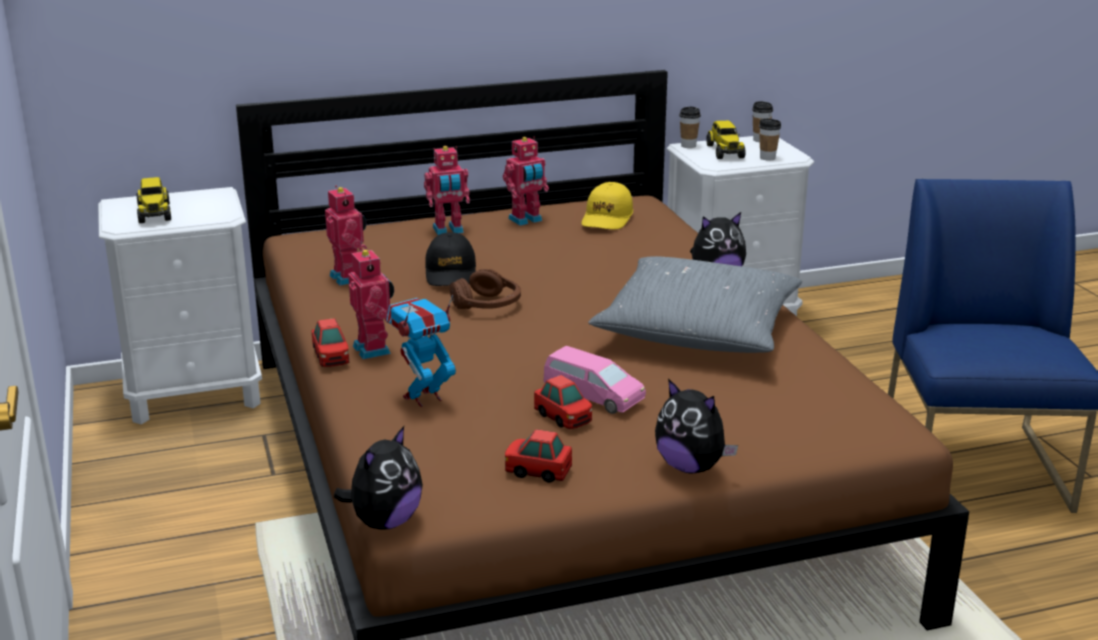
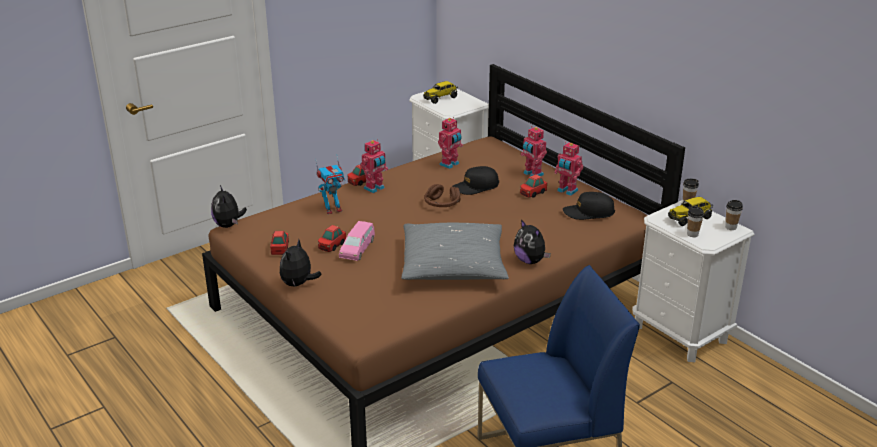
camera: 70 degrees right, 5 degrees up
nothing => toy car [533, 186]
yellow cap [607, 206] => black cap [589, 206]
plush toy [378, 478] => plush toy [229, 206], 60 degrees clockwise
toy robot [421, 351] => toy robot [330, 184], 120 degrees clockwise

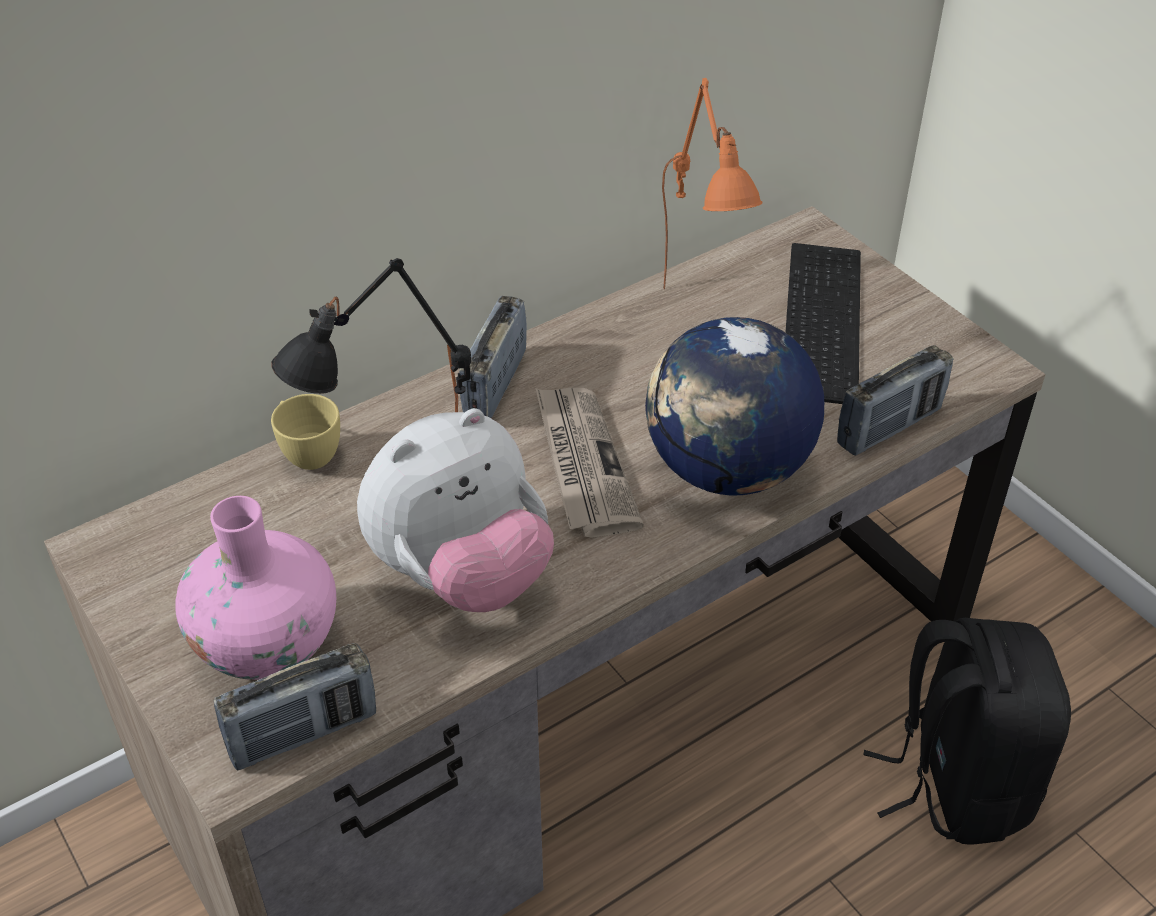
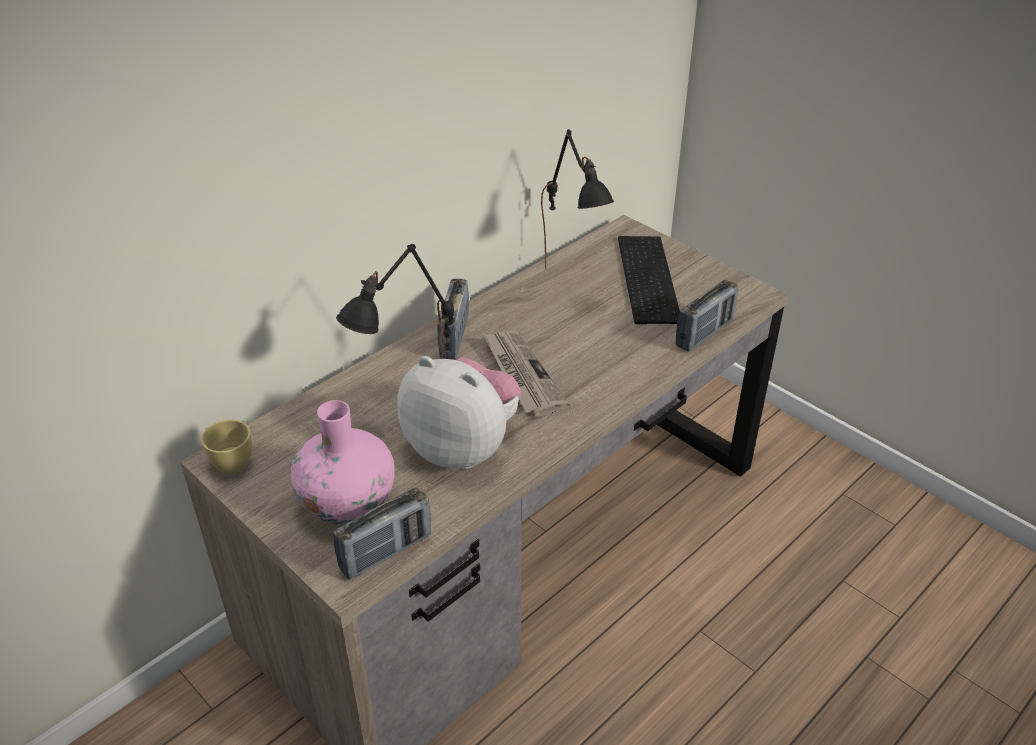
camera: 10 degrees left, 5 degrees down
globe [734, 406] => nothing
black backpack [967, 731] => nothing
yellow cup [305, 432] => yellow cup [226, 447], moved
orange table lamp [712, 183] => black table lamp [577, 199]
plush toy [455, 510] => plush toy [459, 412], 105 degrees counterclockwise

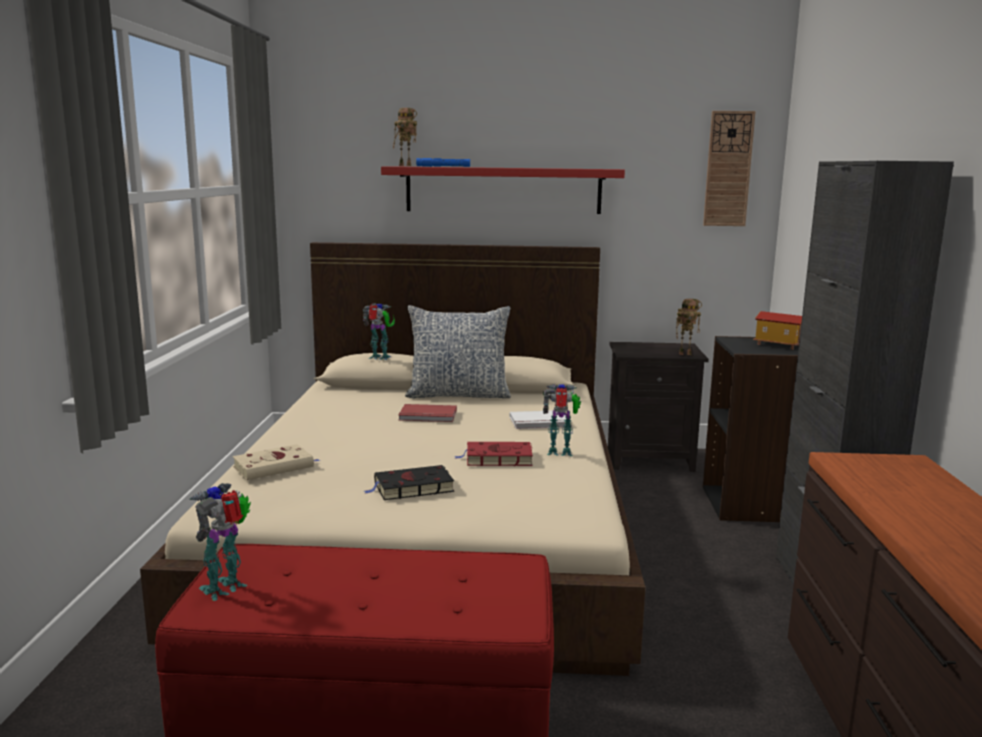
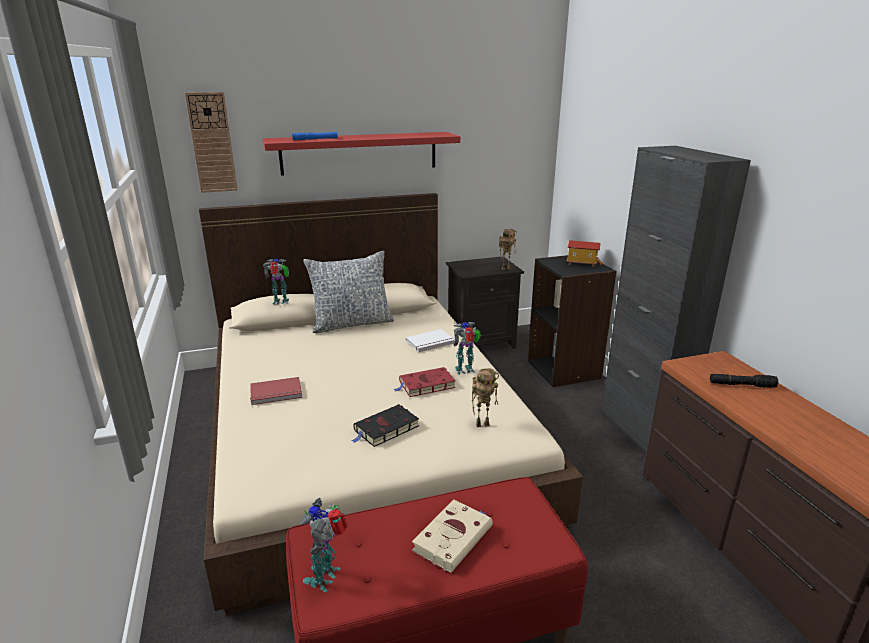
camera: 20 degrees left, 10 degrees up
nothing => black flashlight [744, 381]
beige book [277, 462] => beige book [452, 536], moved
toy robot [405, 137] => toy robot [485, 397], moved
red book [428, 413] => red book [276, 391], moved
wall clock [729, 168] => wall clock [211, 142], moved

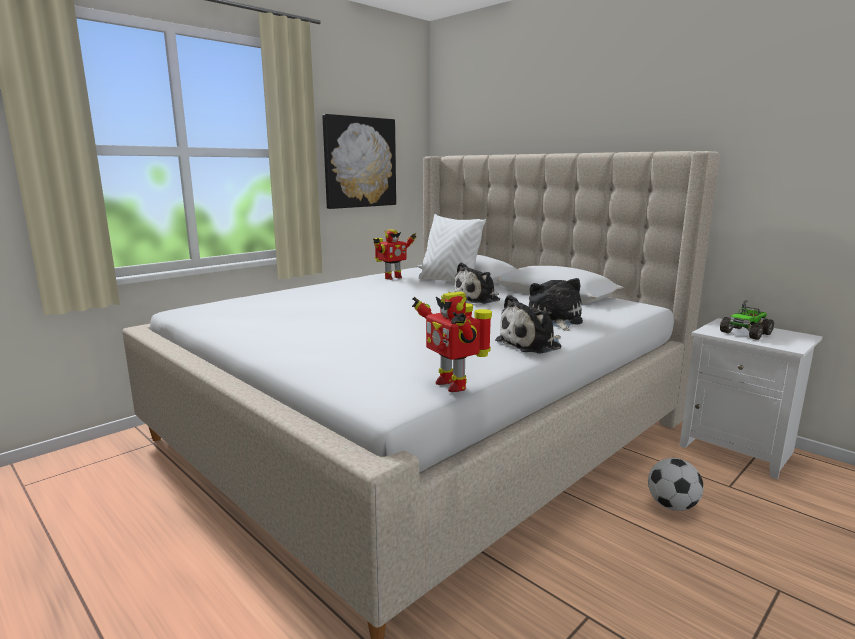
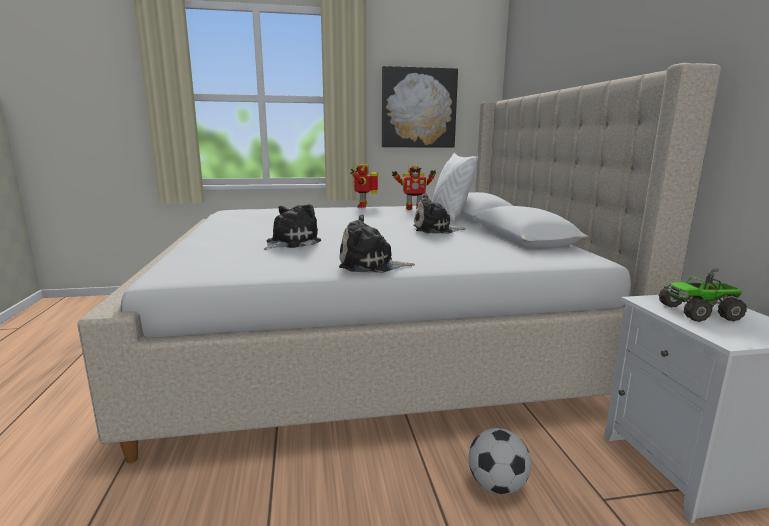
camera: 35 degrees right, 0 degrees up
toy robot [452, 342] => toy robot [364, 186], moved
plush toy [556, 304] => plush toy [292, 227], moved

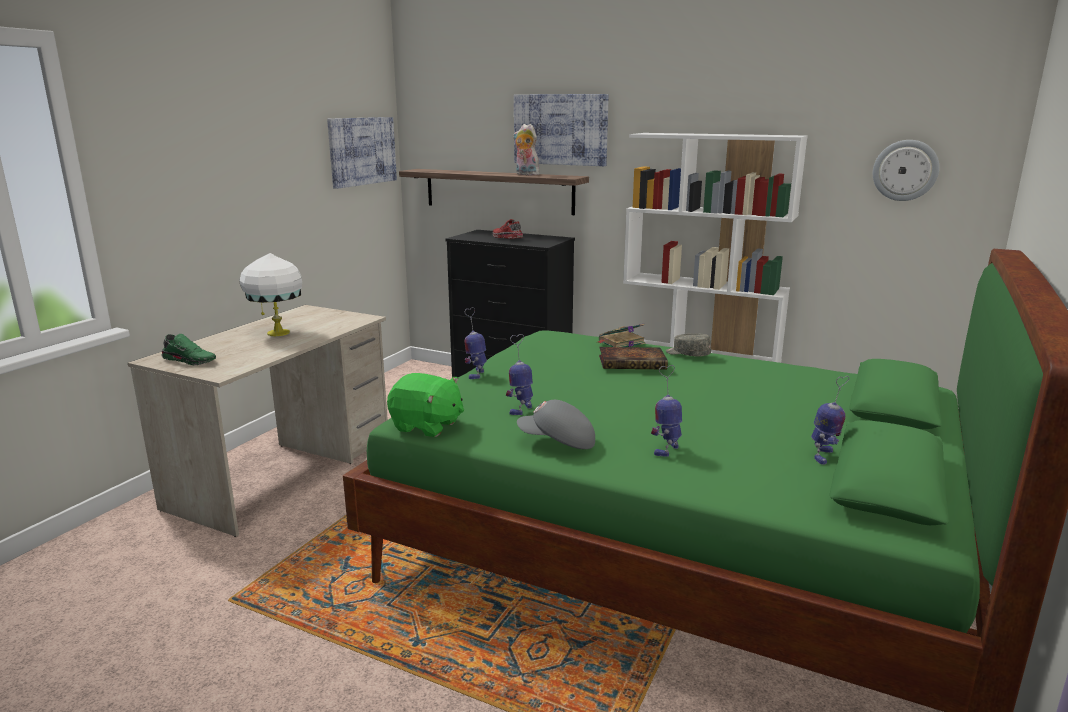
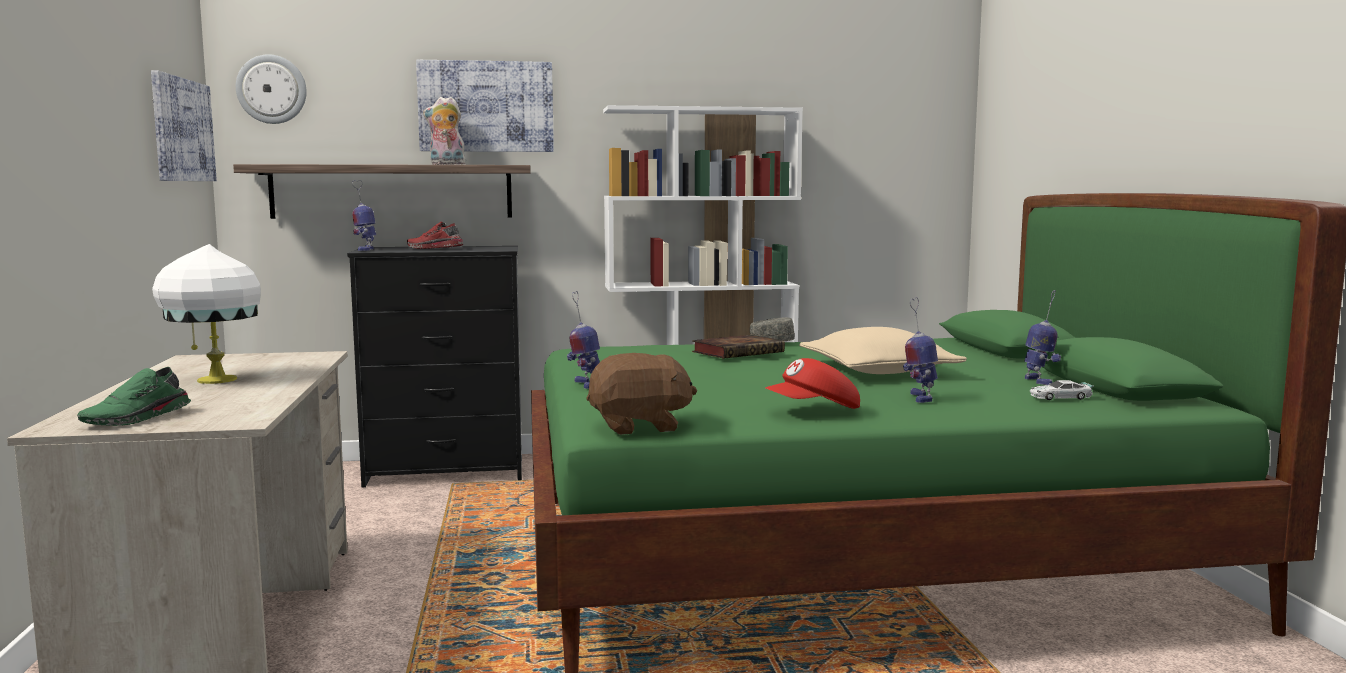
camera: 35 degrees left, 10 degrees down
book [622, 335] => nothing
nothing => beige pillow [883, 350]
nothing => toy car [1062, 390]
toy robot [519, 374] => toy robot [364, 215], moved
wall clock [906, 170] => wall clock [271, 89], moved
green plush toy [425, 405] => brown plush toy [642, 394]
grey cap [556, 424] => red cap [812, 383]
green shoe [188, 349] => green shoe [134, 396], 135 degrees clockwise

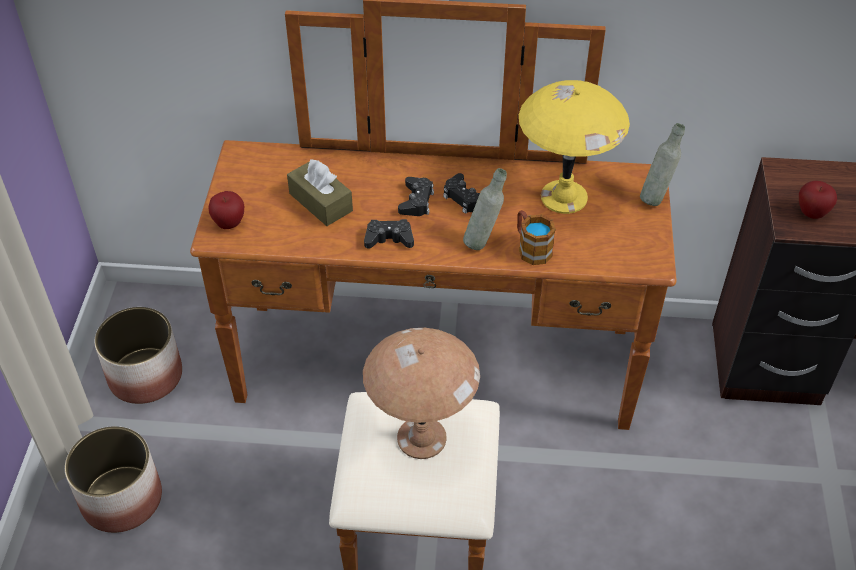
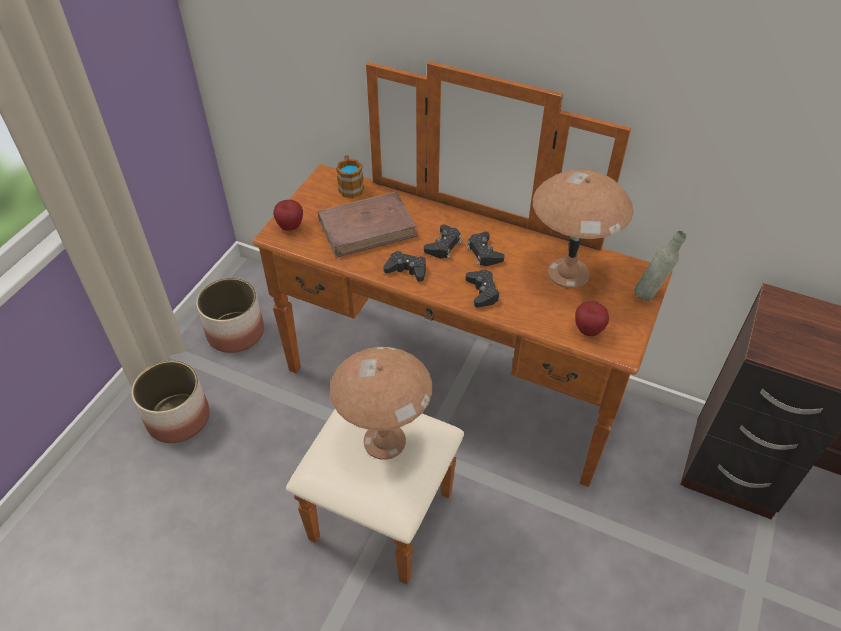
camera: 20 degrees right, 0 degrees up
mug [536, 237] => mug [350, 176], moved
apple [818, 200] => apple [592, 318], moved
brown tissue box [320, 192] => brown book [368, 225]
grey bottle [485, 209] => black game controller [482, 288]
yellow table lamp [574, 147] => brown table lamp [583, 228]

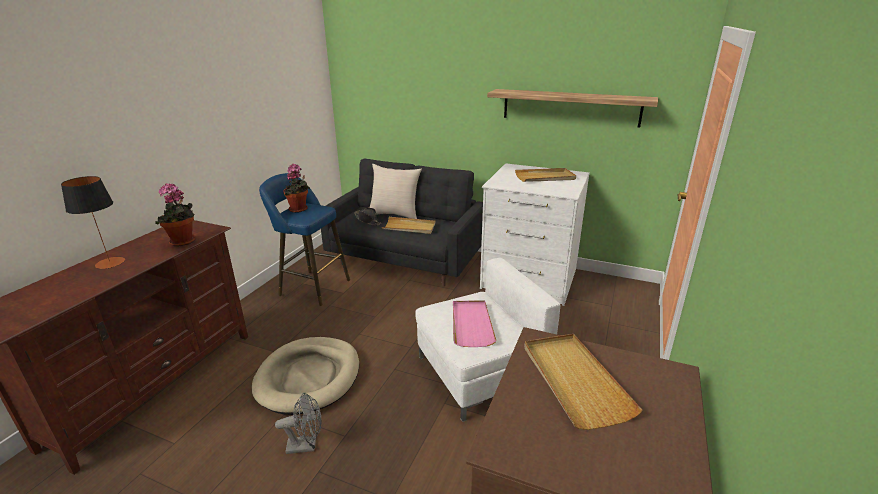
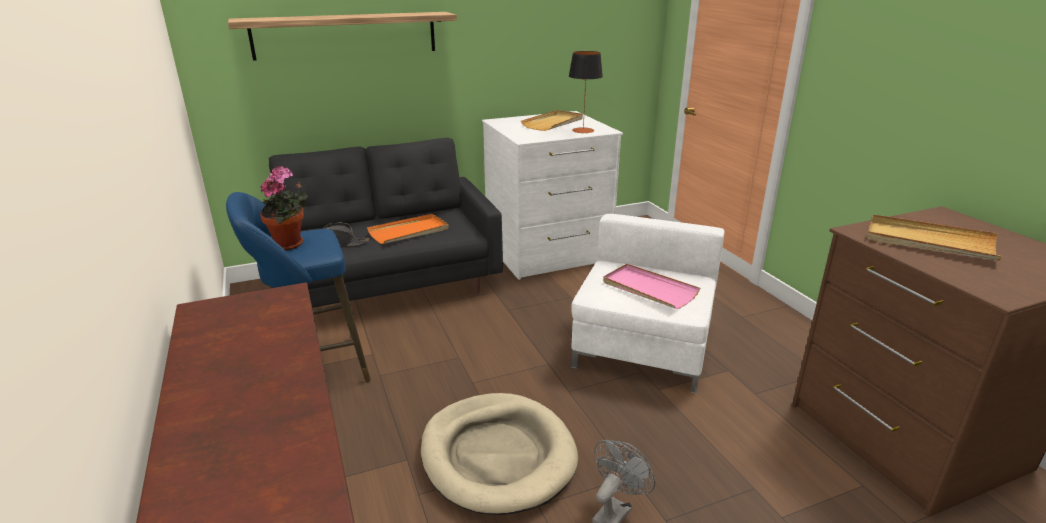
camera: 45 degrees left, 0 degrees up
potted plant [175, 214] => nothing
beige pillow [395, 191] => nothing
table lamp [93, 222] => table lamp [586, 92], moved
shelf [572, 108] => shelf [342, 36], moved
beige tray [408, 225] => orange tray [408, 229]

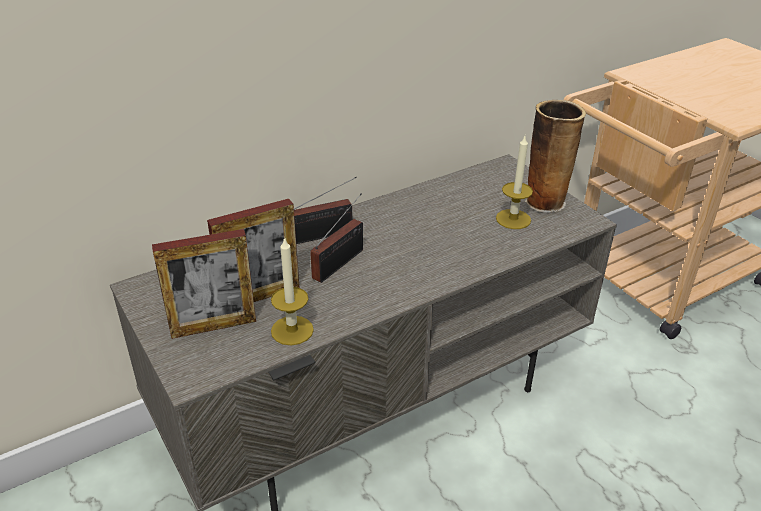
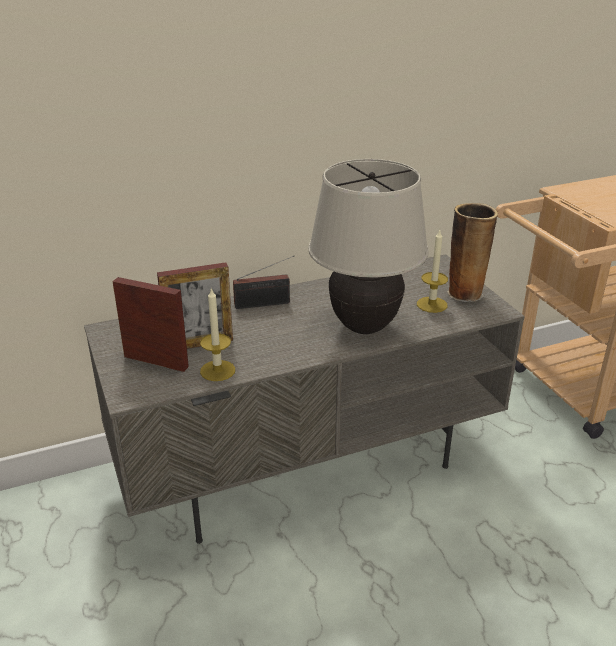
camera: 10 degrees right, 5 degrees down
radio [336, 238] => nothing
nothing => beige table lamp [369, 246]
picture frame [204, 284] => picture frame [150, 324], 150 degrees counterclockwise

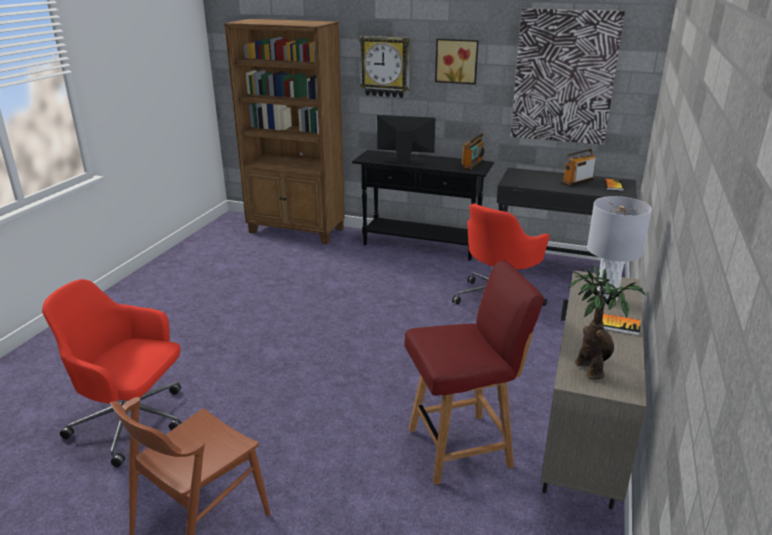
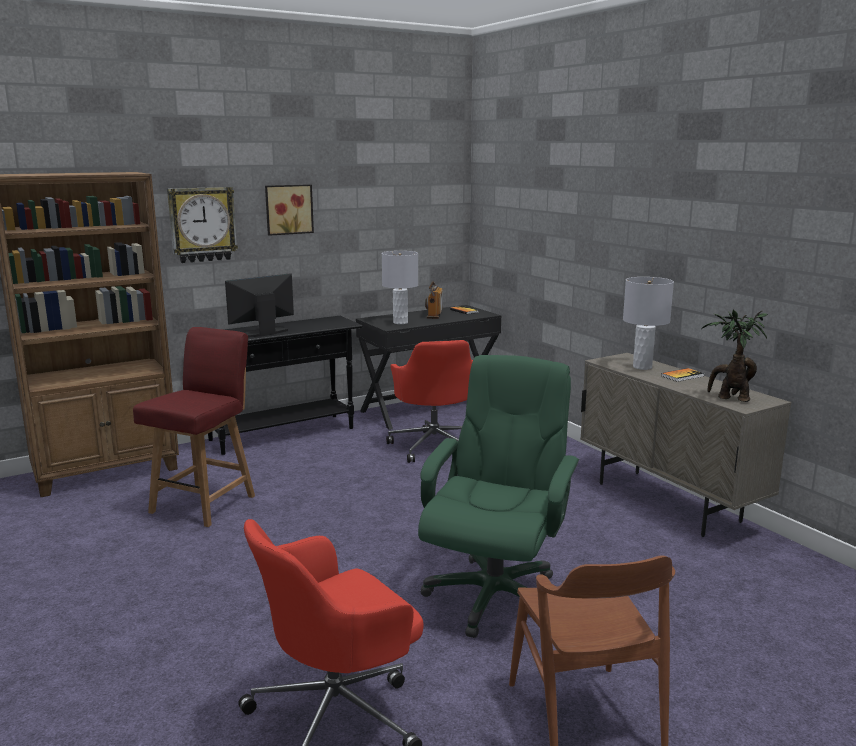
camera: 50 degrees left, 10 degrees down
radio [472, 151] => nothing
picture [568, 76] => nothing
nothing => grey table lamp [400, 287]
nothing => green office chair [498, 496]
red chair [474, 372] => red chair [194, 427], moved

